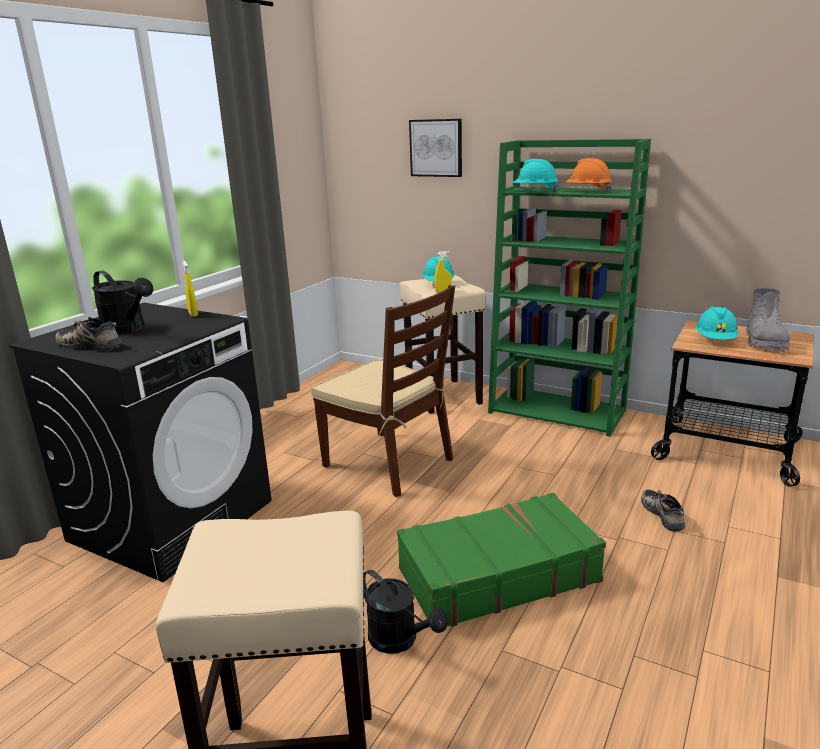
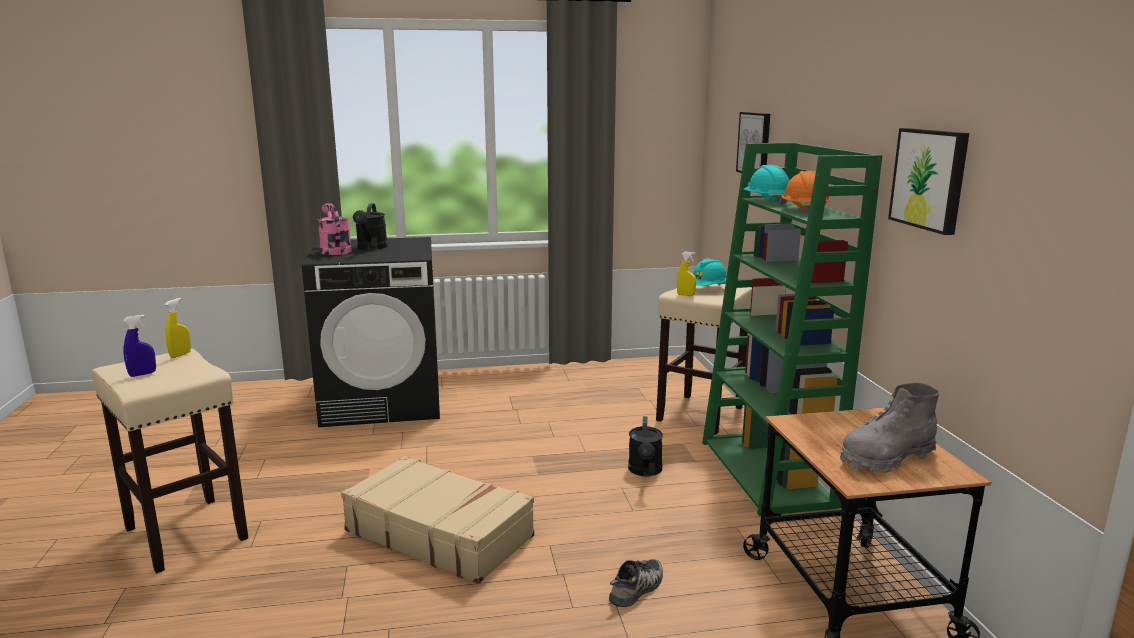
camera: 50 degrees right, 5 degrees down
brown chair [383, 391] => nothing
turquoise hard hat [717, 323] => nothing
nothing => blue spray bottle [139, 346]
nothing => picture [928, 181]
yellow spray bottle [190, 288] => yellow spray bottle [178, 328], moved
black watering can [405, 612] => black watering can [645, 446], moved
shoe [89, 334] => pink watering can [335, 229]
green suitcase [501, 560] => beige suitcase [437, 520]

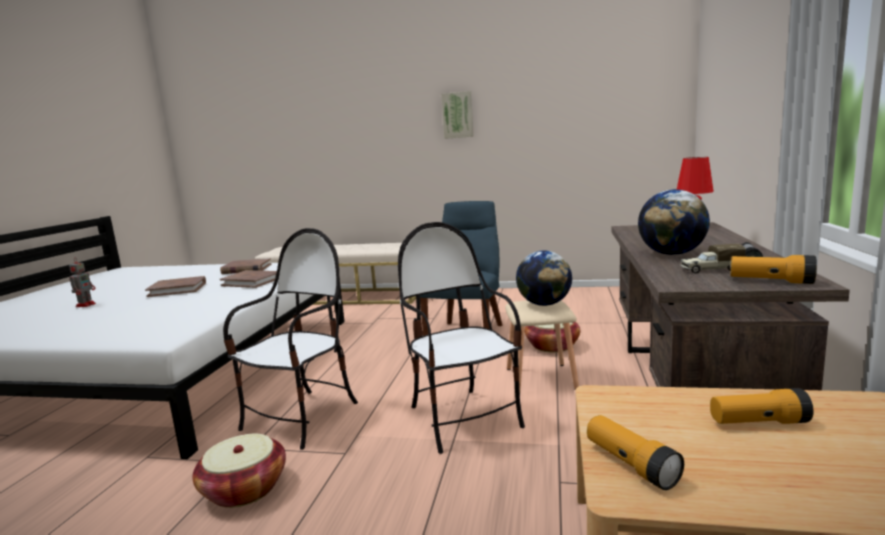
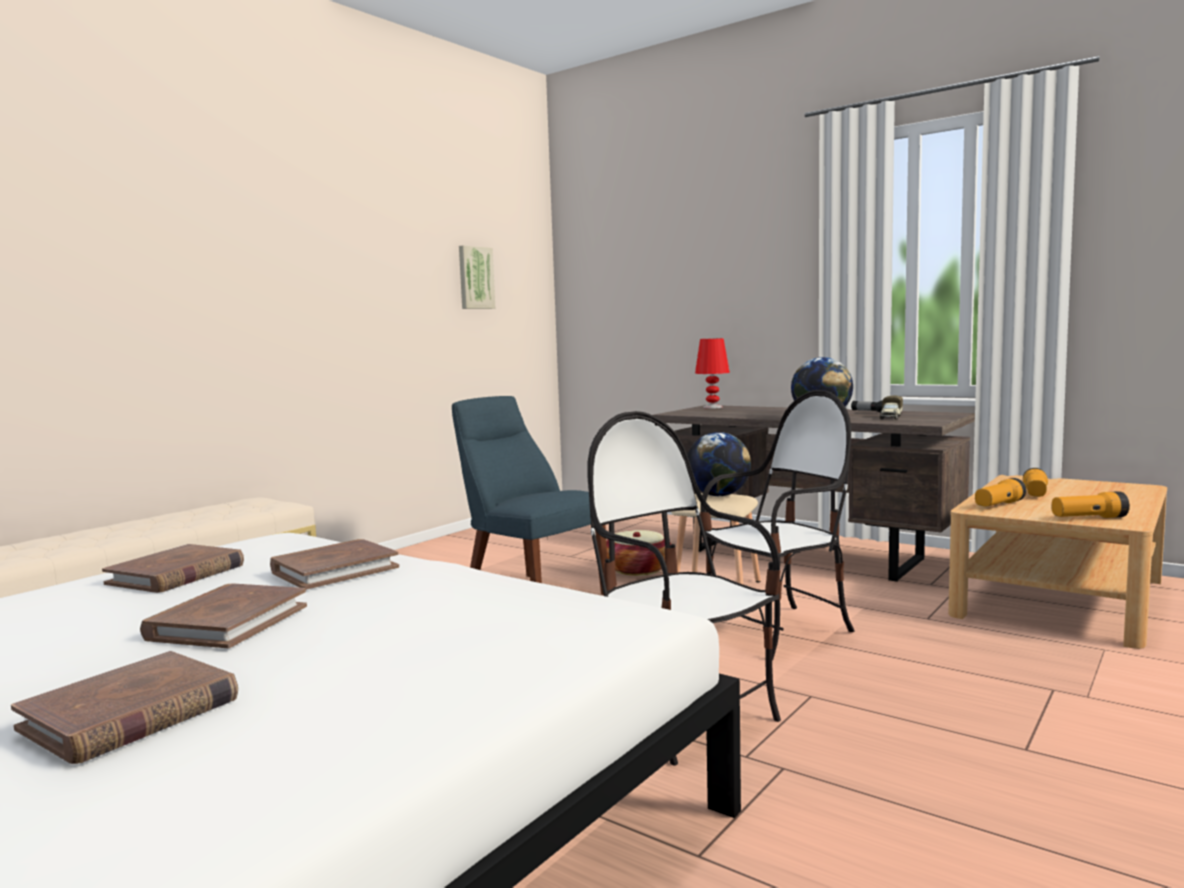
camera: 65 degrees left, 5 degrees down
basket [239, 471] => nothing
picture [457, 115] => picture [477, 277], moved
flashlight [774, 269] => flashlight [1001, 492], moved
toy robot [82, 282] => brown book [124, 707]
chair [461, 338] => chair [777, 525], 150 degrees clockwise

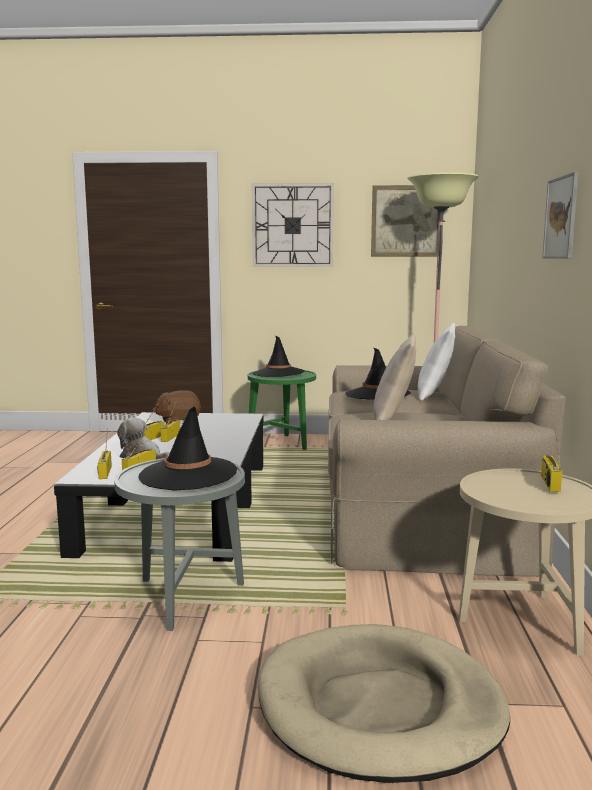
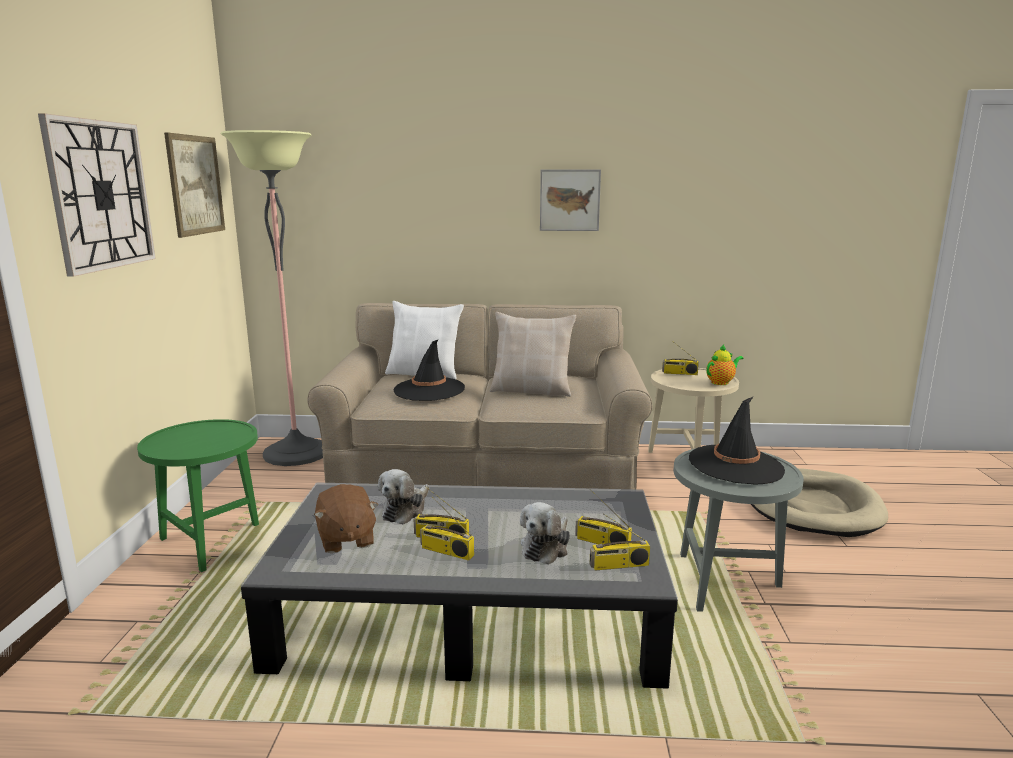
camera: 90 degrees left, 5 degrees up
black hat [278, 356] => nothing
nothing => plush toy [403, 496]
nothing => teapot [724, 365]

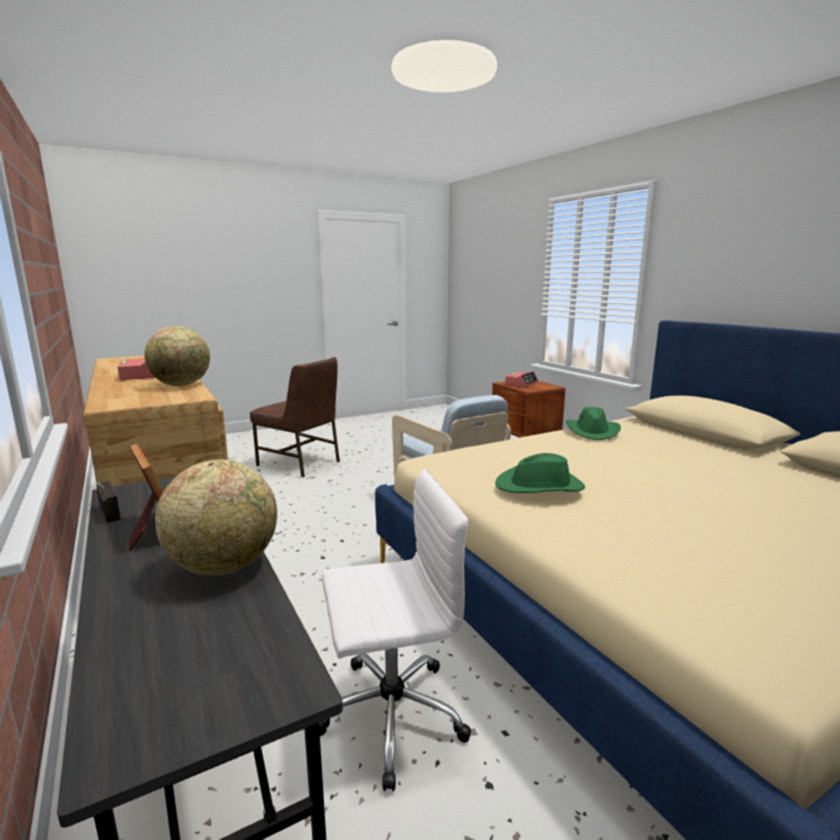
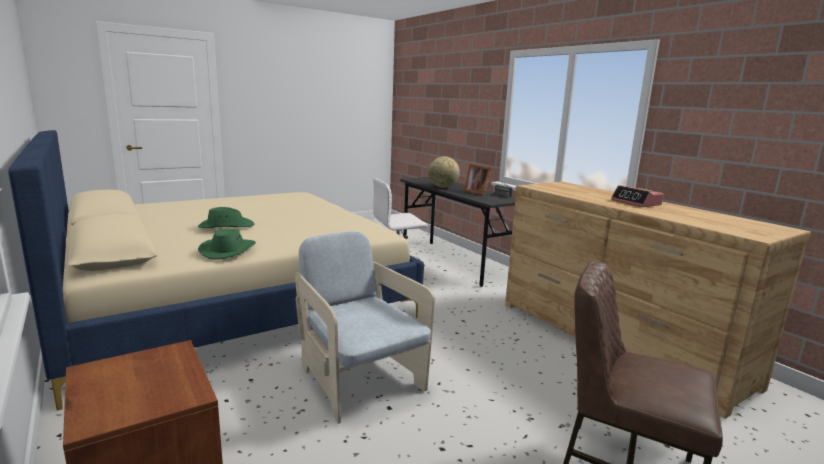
camera: 175 degrees right, 0 degrees up
globe [177, 356] => nothing
alarm clock [521, 379] => nothing
green hat [540, 473] => green hat [226, 217], moved

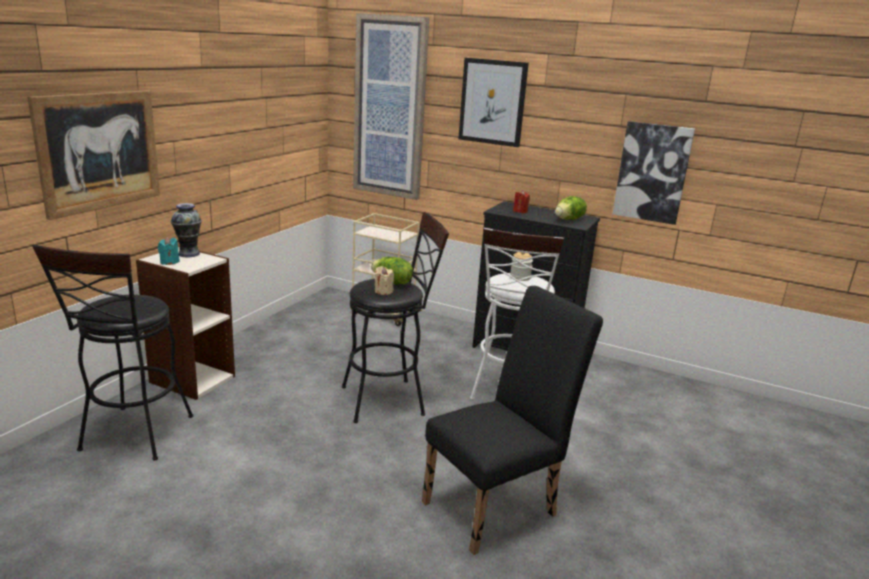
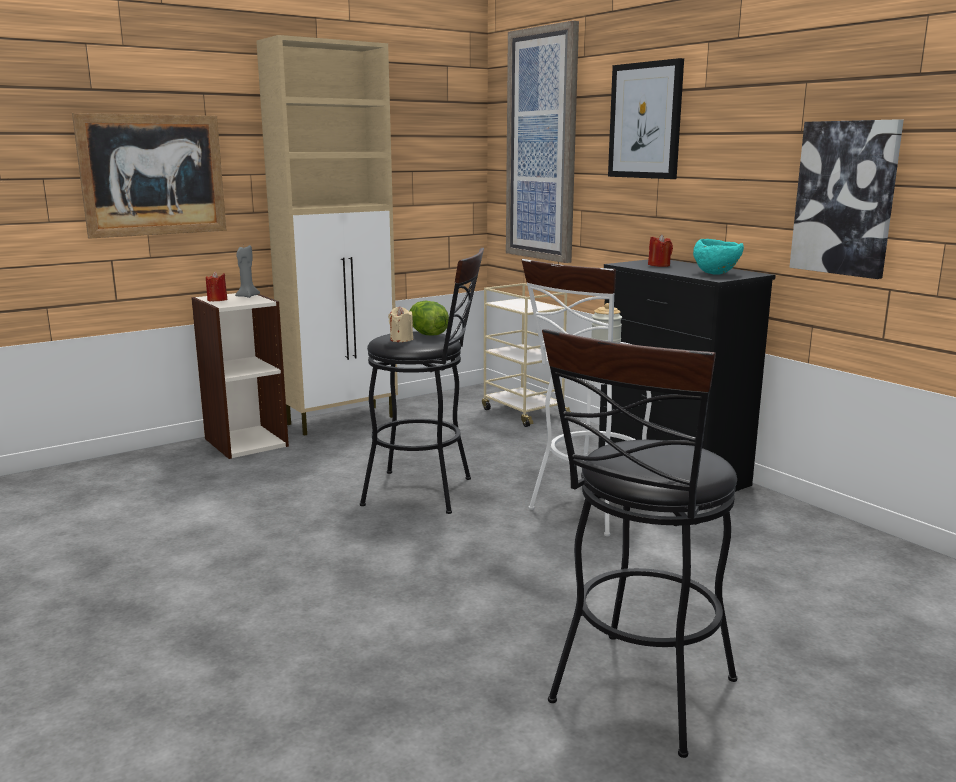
camera: 30 degrees right, 5 degrees down
black chair [512, 420] => nothing
nothing => beige cabinet [327, 235]
black stool [112, 352] => black stool [639, 543], moved
vase [186, 230] => grey candle [247, 271]
lettuce [571, 208] => turquoise bowl [718, 257]
turquoise candle [169, 251] => red candle [216, 286]

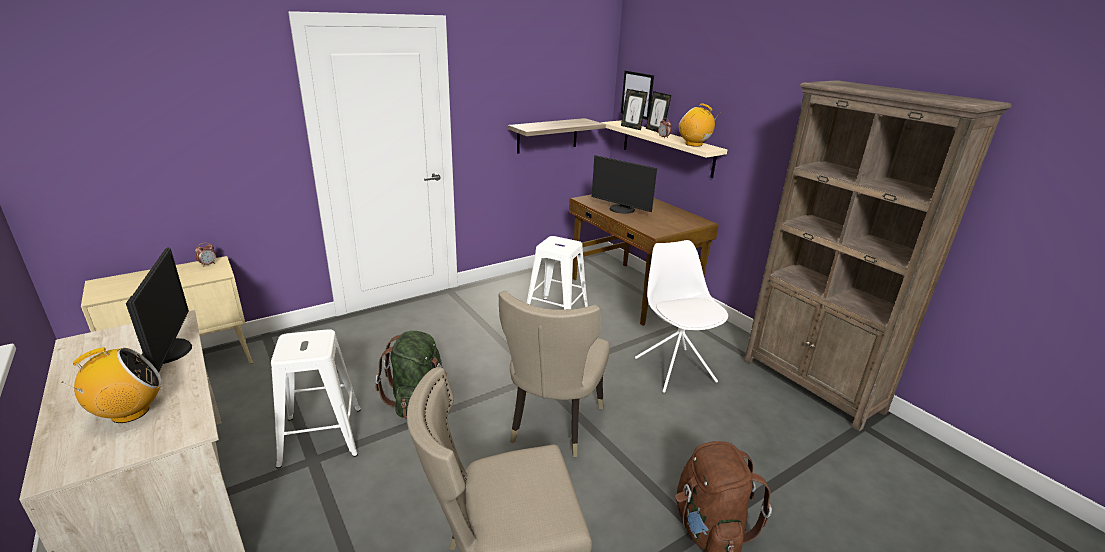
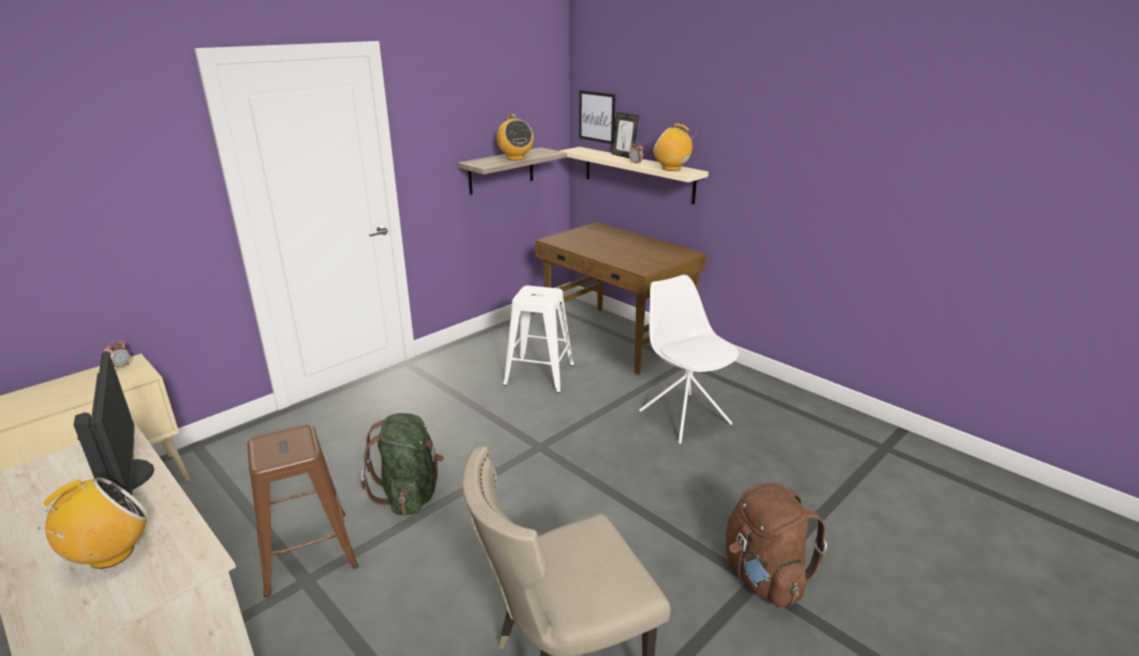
camera: 10 degrees left, 0 degrees up
beige chair [554, 374] => nothing
monitor [624, 184] => nothing
picture frame [634, 109] => nothing
brown bookcase [878, 255] => nothing
nothing => radio [515, 137]
white stool [316, 398] => brown stool [303, 510]

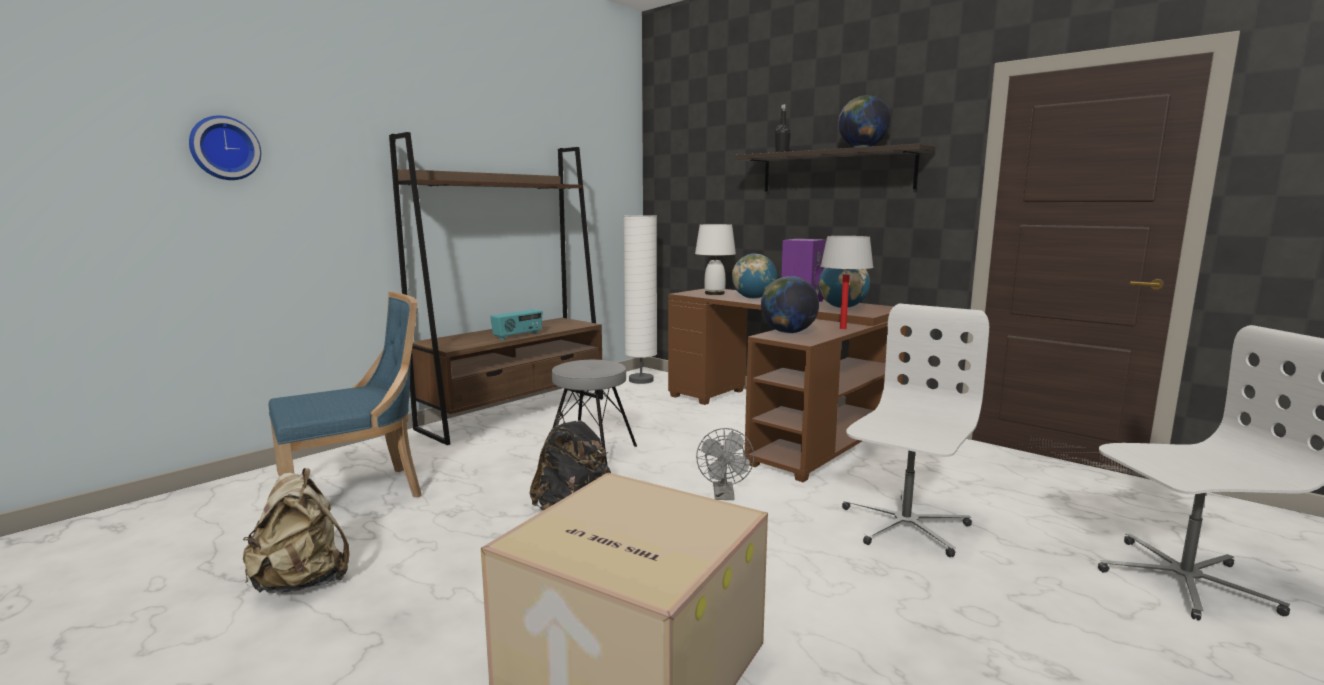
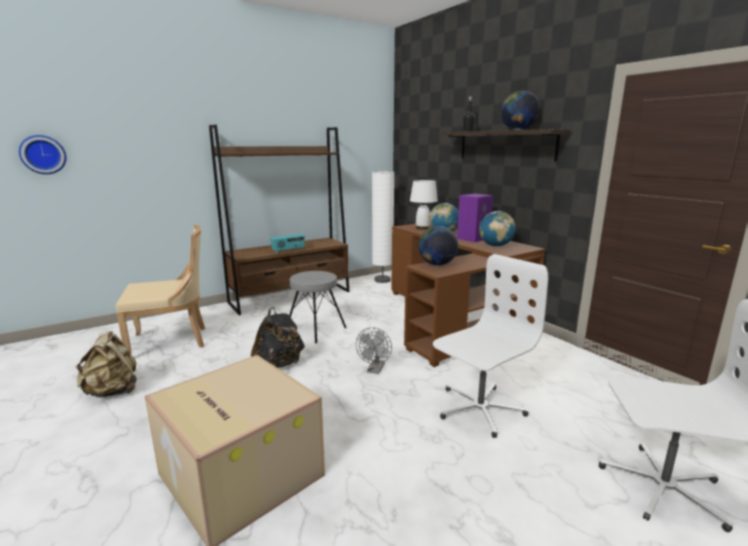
camera: 15 degrees right, 5 degrees up
white table lamp [847, 283] => nothing
wall clock [225, 148] => wall clock [43, 154], moved
blue chair [345, 394] => beige chair [160, 289]

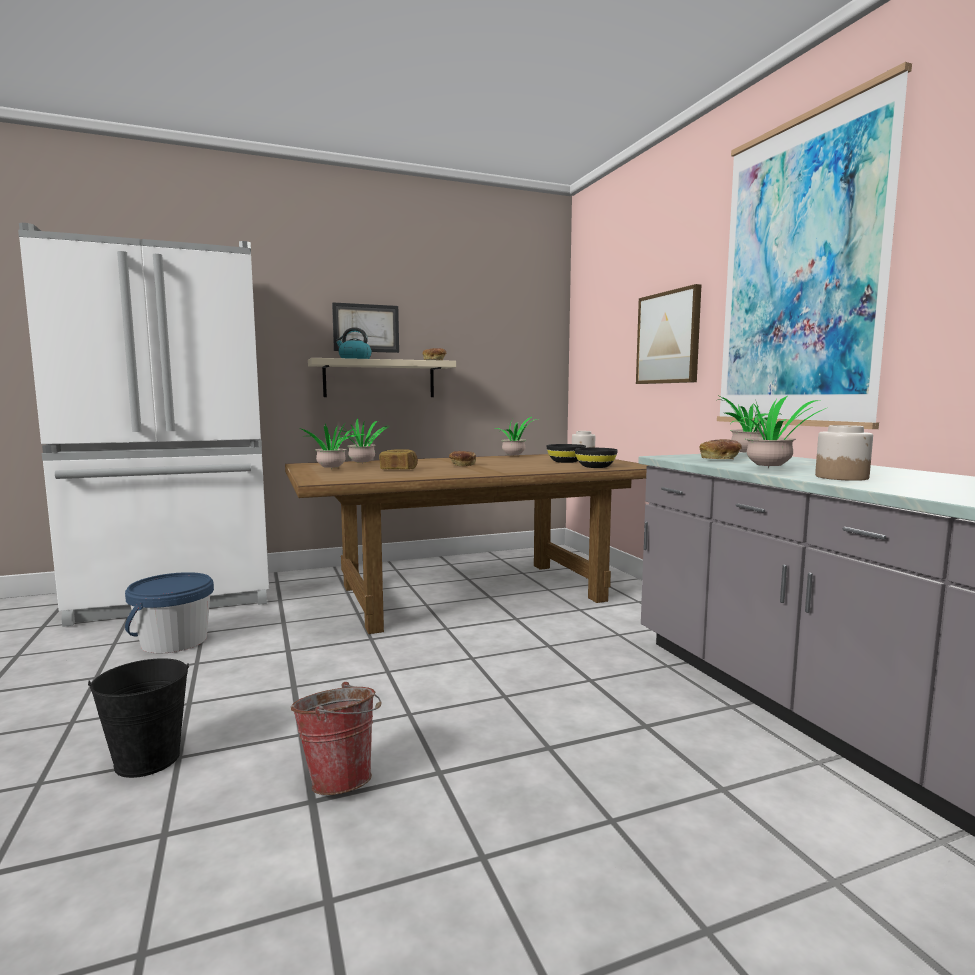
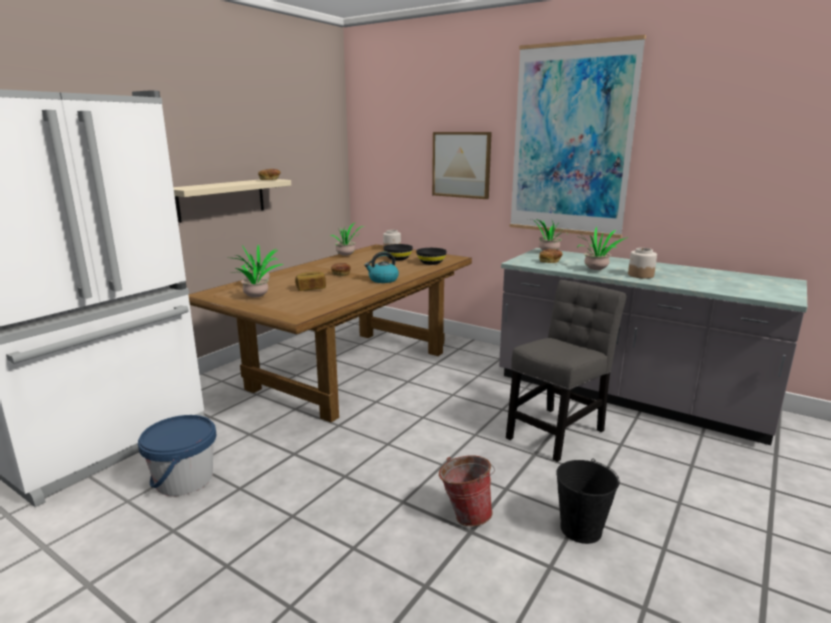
camera: 35 degrees left, 10 degrees up
picture [365, 327] => nothing
nothing => grey chair [566, 371]
black bucket [138, 718] => black bucket [588, 501], moved
kettle [353, 343] => kettle [381, 267], moved

